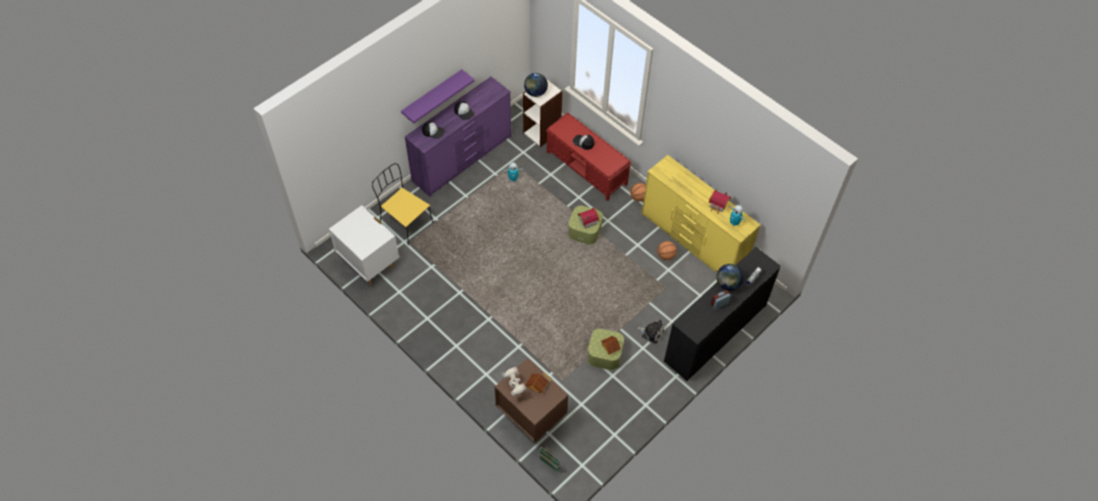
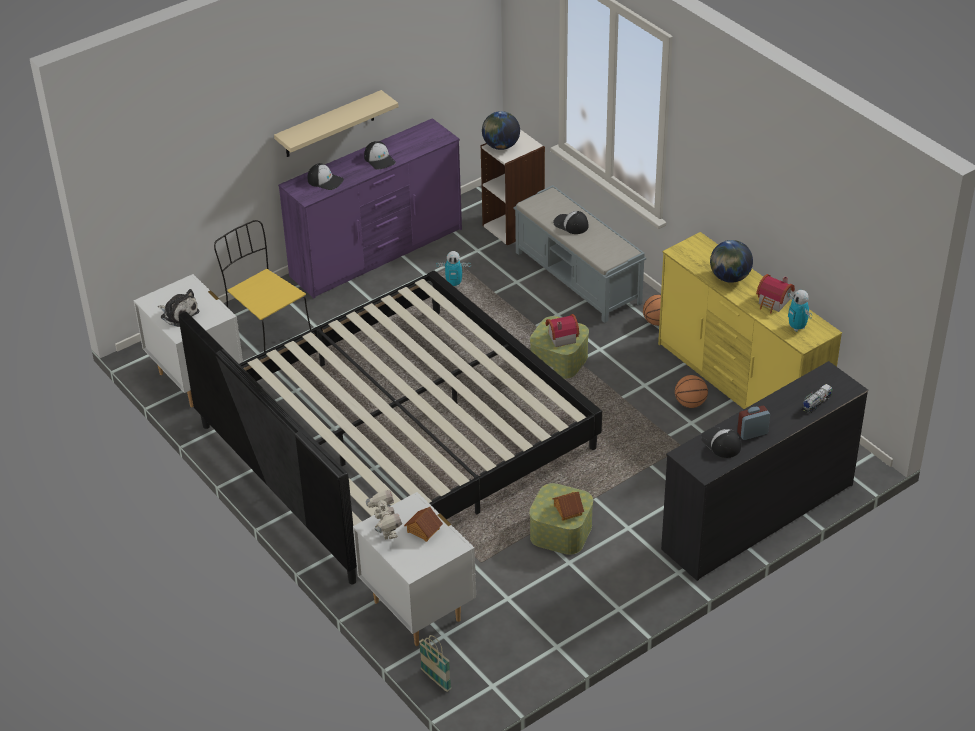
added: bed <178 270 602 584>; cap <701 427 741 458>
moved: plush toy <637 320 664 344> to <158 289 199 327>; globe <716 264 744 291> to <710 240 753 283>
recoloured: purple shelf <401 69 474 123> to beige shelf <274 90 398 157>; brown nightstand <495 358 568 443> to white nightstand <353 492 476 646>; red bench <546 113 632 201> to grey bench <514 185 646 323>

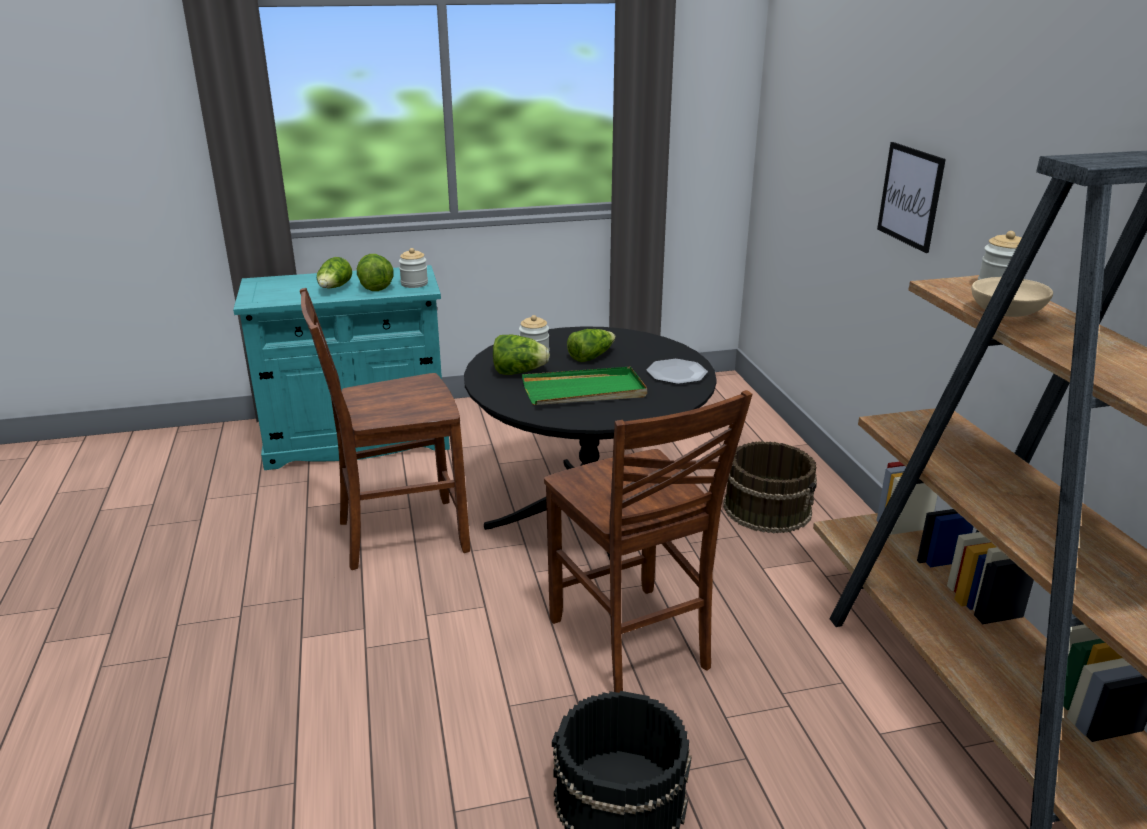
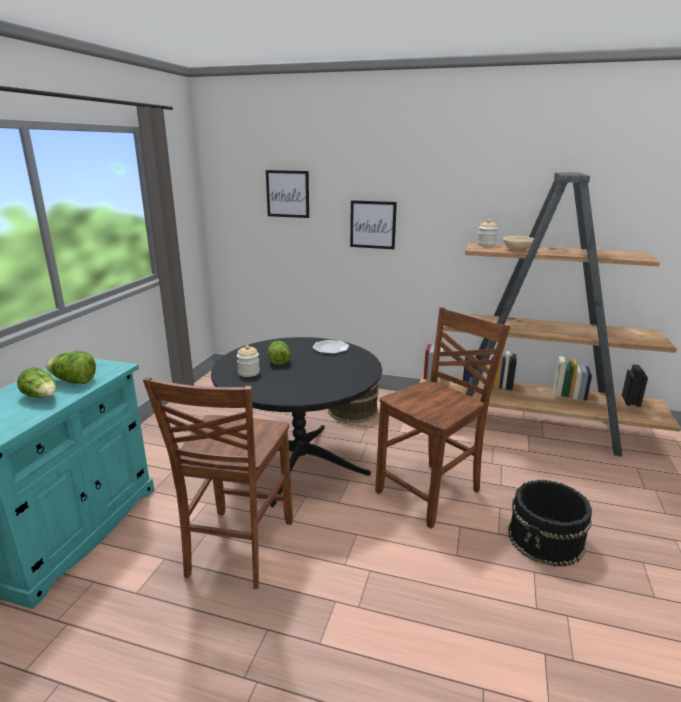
removed: jar <399 248 428 288>; lettuce <493 335 550 375>; green tray <522 367 647 405>
added: picture <266 170 309 218>
turned: brown chair <544 390 752 693> = <375 307 510 529> 45 degrees counterclockwise

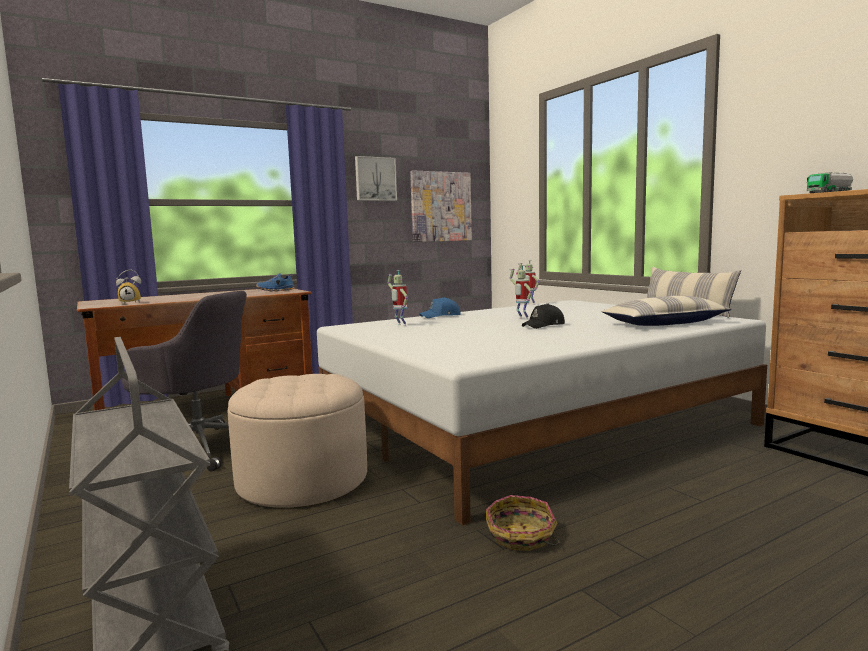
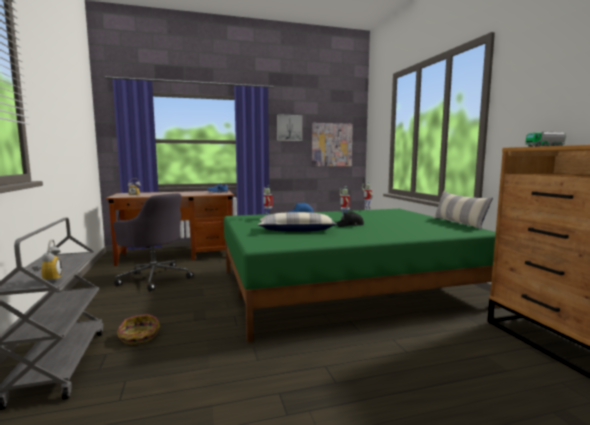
removed: beige ottoman <228 374 367 508>
added: alarm clock <32 240 63 282>
moved: basket <486 495 559 551> to <117 314 160 345>; pillow <601 296 731 326> to <258 212 337 232>
recoloured: white bed <317 300 767 525> to green bed <224 209 499 343>

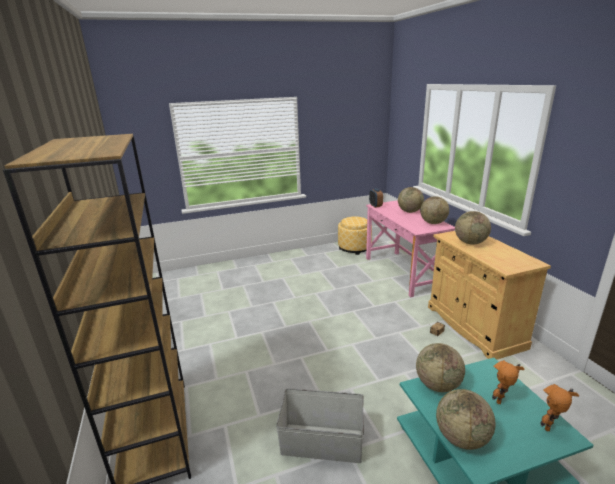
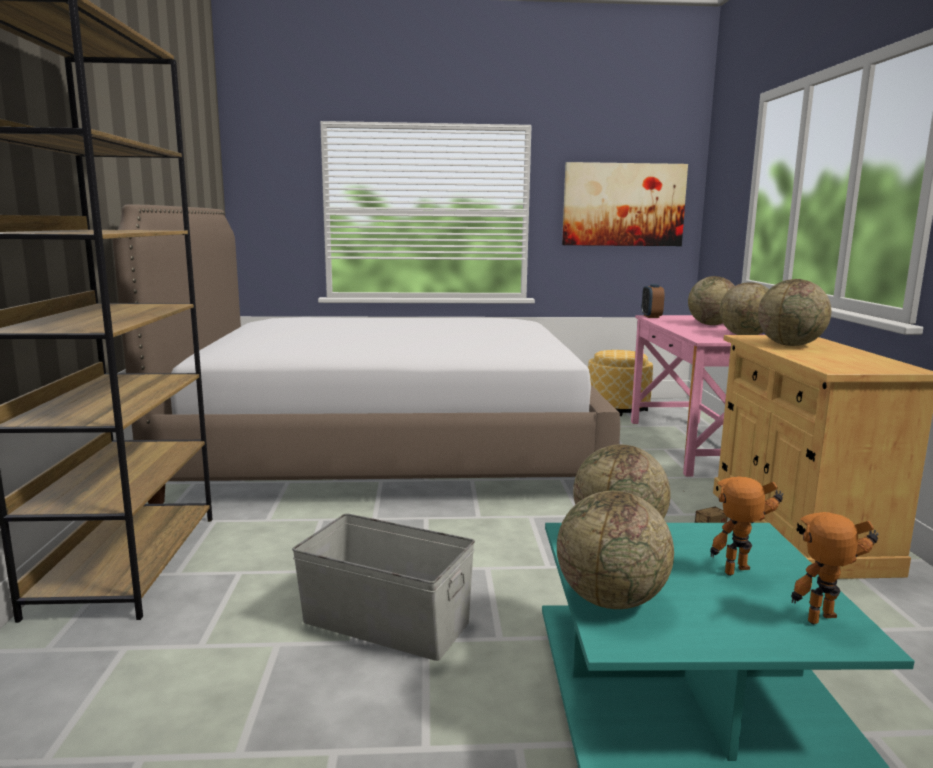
added: bed <112 204 620 504>; picture <562 162 688 246>

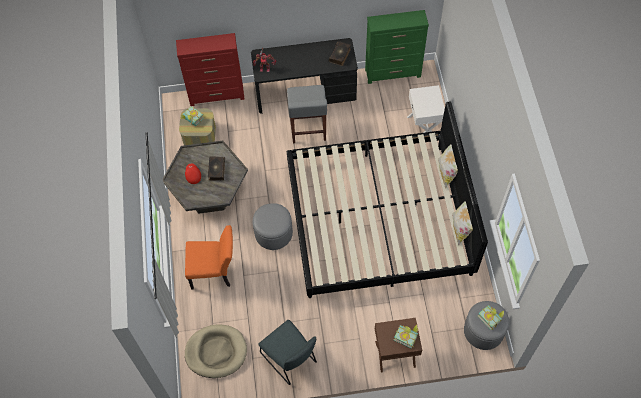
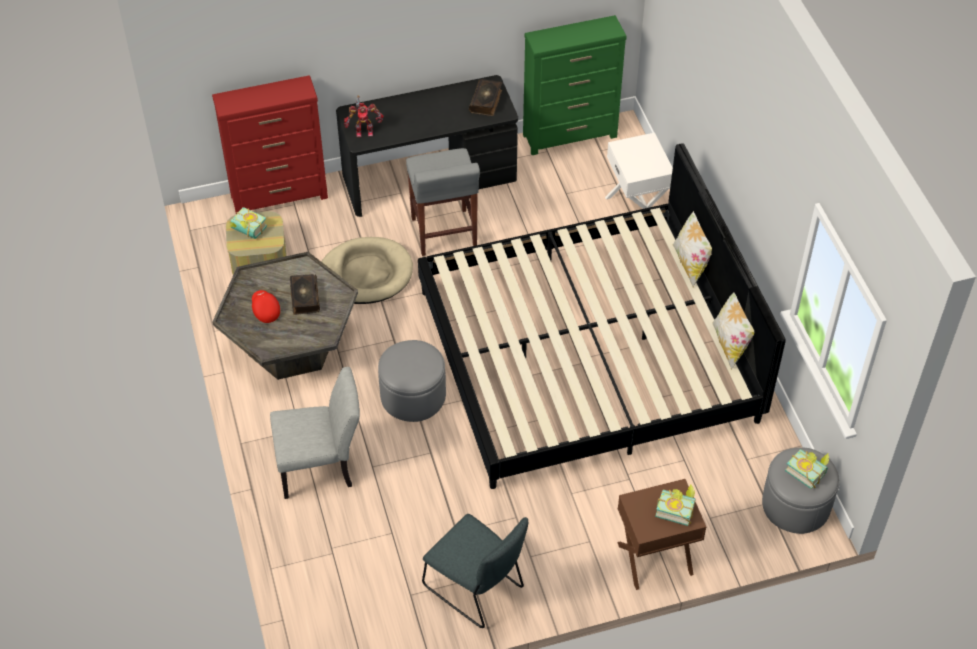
moved: beige dog bed <185 324 247 378> to <322 237 413 304>
recoloured: orange chair <185 225 233 290> to grey chair <270 367 360 499>

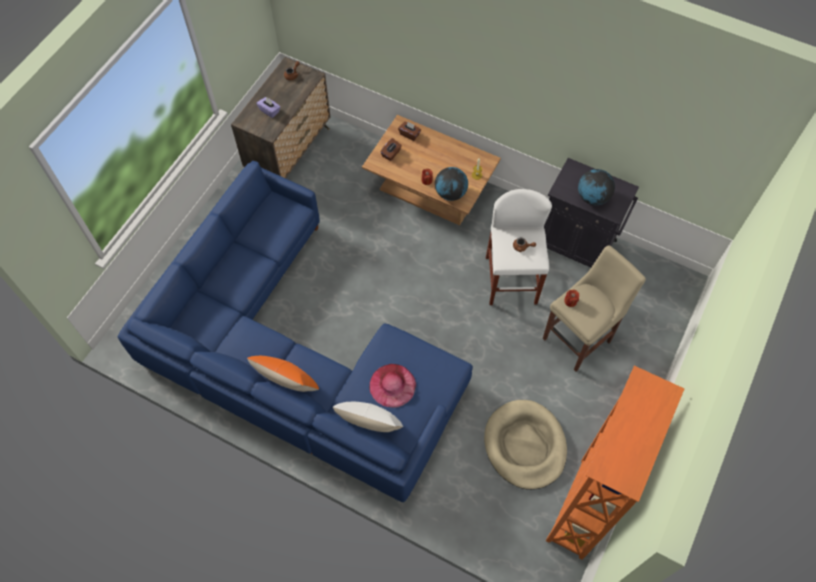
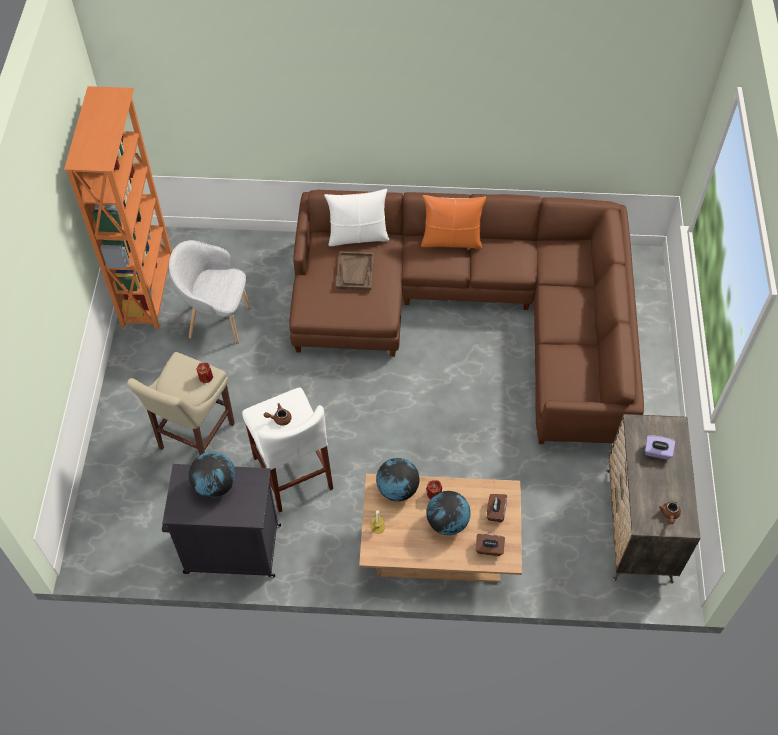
added: globe <426 491 471 535>
replaced: pink hat <369 364 416 408> to brown tray <336 251 374 291>; beige dog bed <484 400 567 490> to grey armchair <169 240 250 344>
recoloured: blue sofa <118 161 473 502> to brown sofa <289 190 644 444>

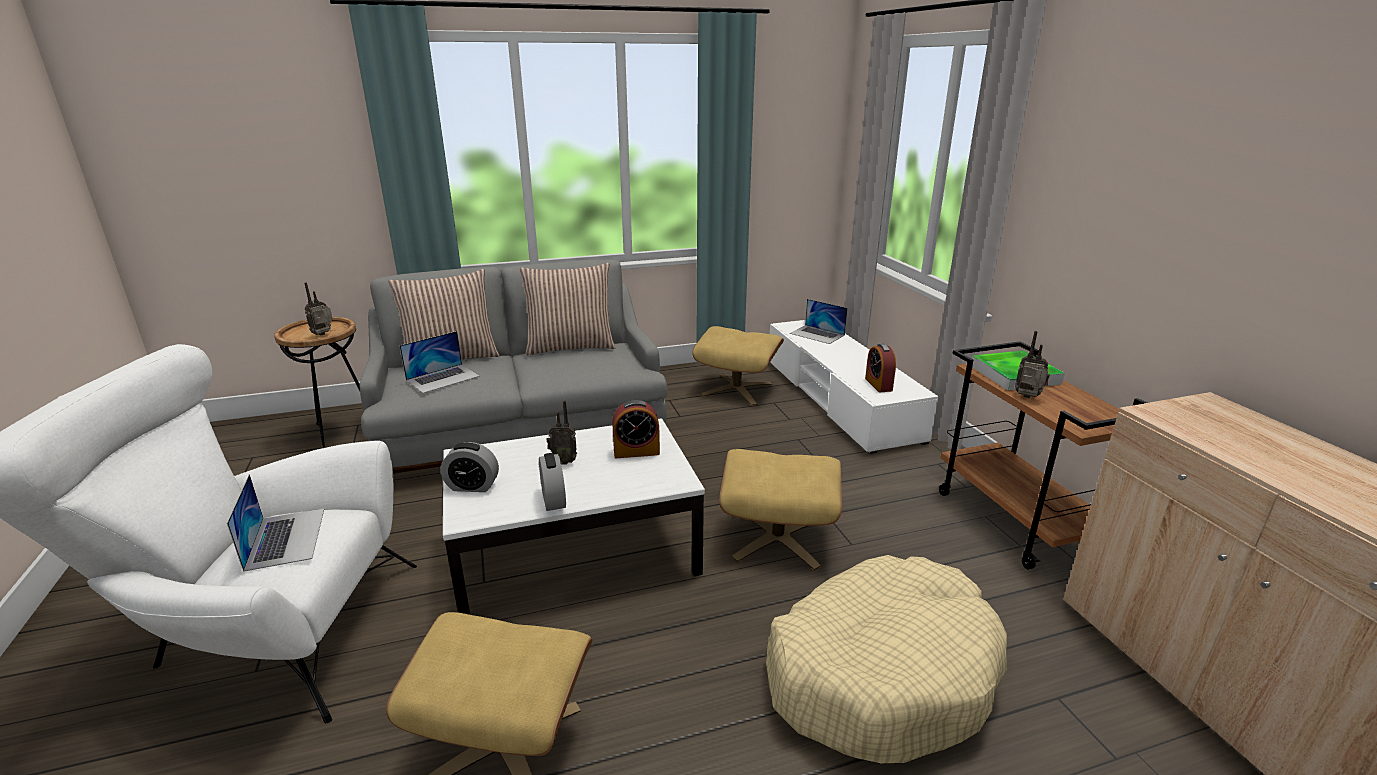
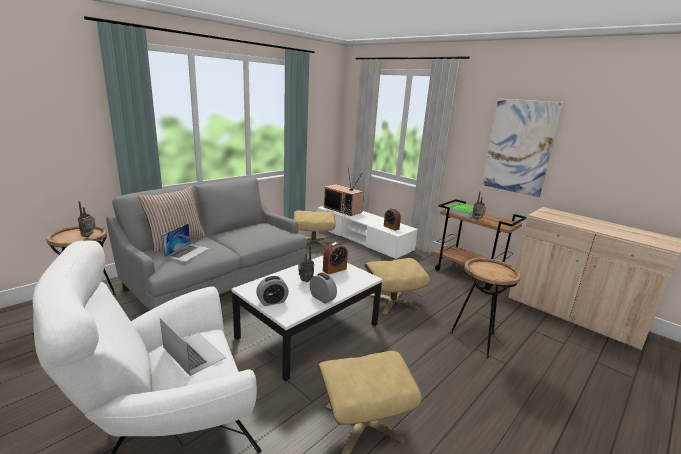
removed: pillow <520 263 615 355>
added: picture <482 98 563 197>
replaced: beige dog bed <766 555 1007 763> to brown side table <450 258 521 358>; laptop <789 299 848 344> to television <324 169 364 216>

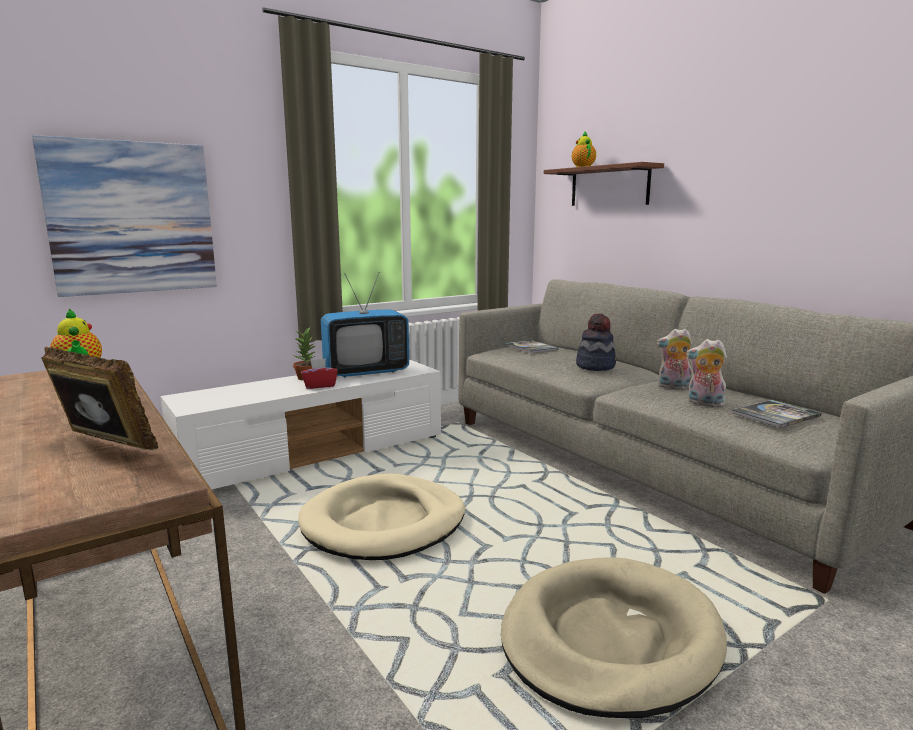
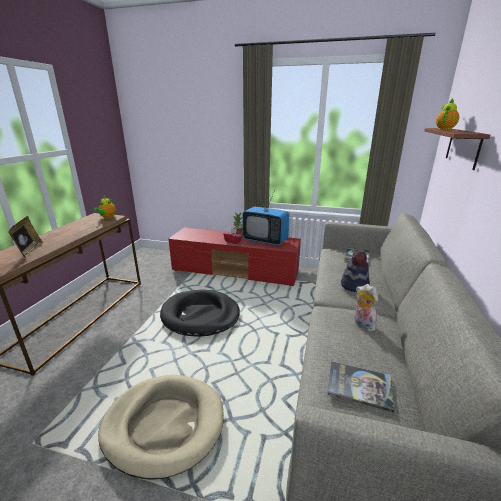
removed: picture <32 135 217 297>; plush toy <686 339 727 407>
recoloured: white tv stand <160 359 441 490> to red tv stand <169 227 301 286>; beige dog bed <298 474 465 560> to black dog bed <160 290 240 337>

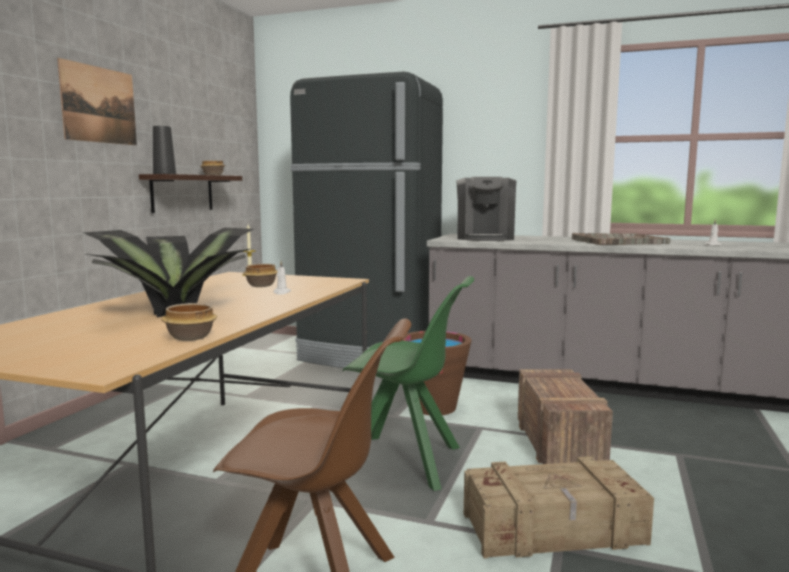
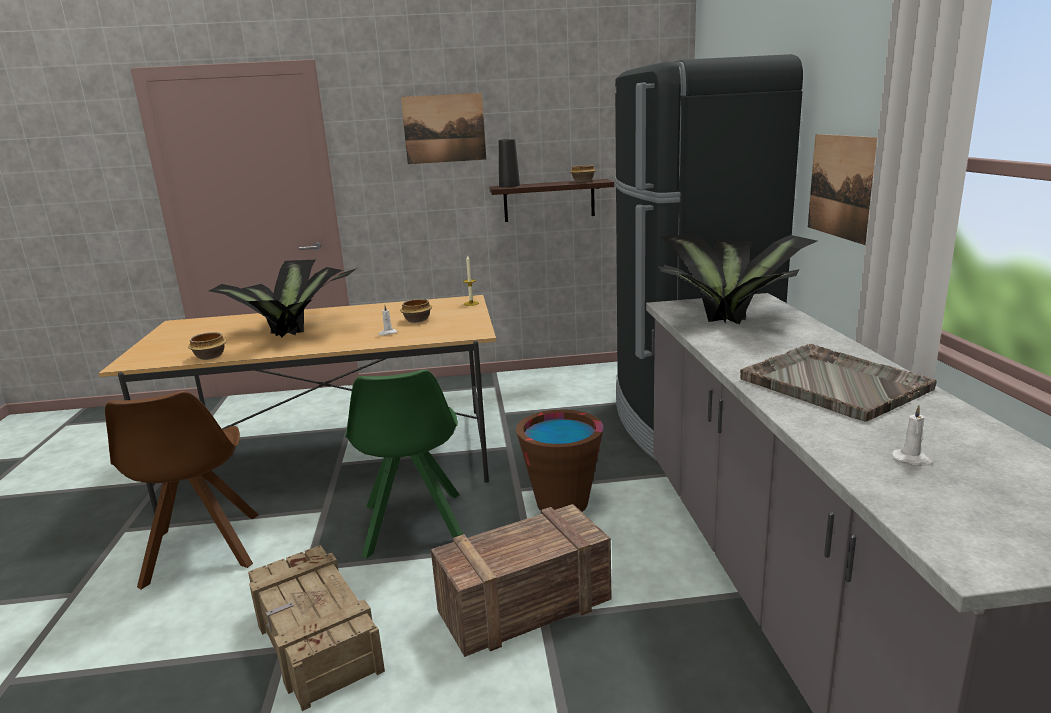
added: picture <808 134 877 245>
replaced: coffee machine <456 177 516 241> to potted plant <655 233 817 324>

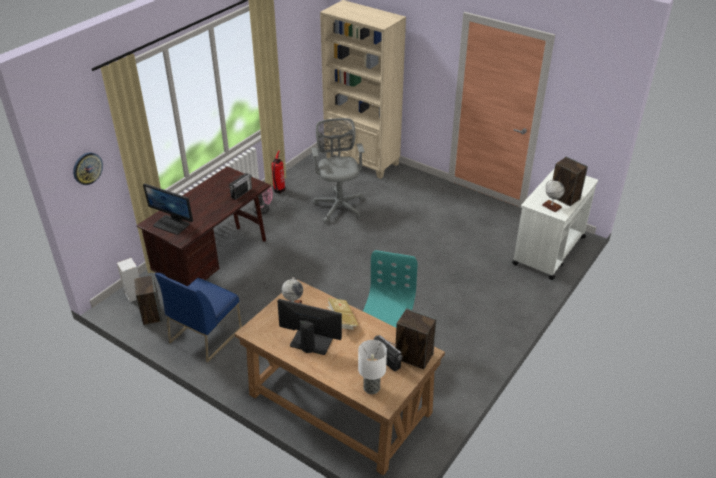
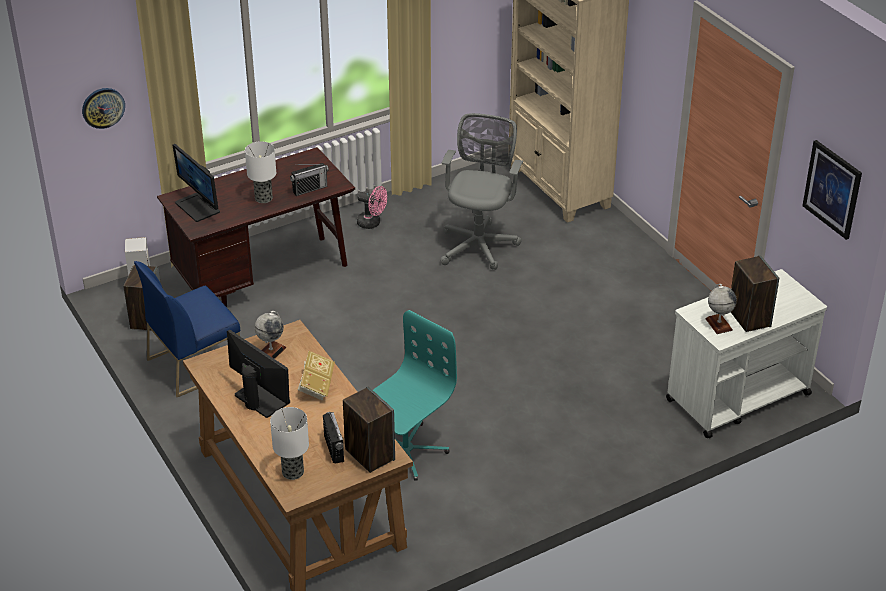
removed: fire extinguisher <272 151 285 193>
added: table lamp <245 141 276 203>; picture <802 140 862 240>

